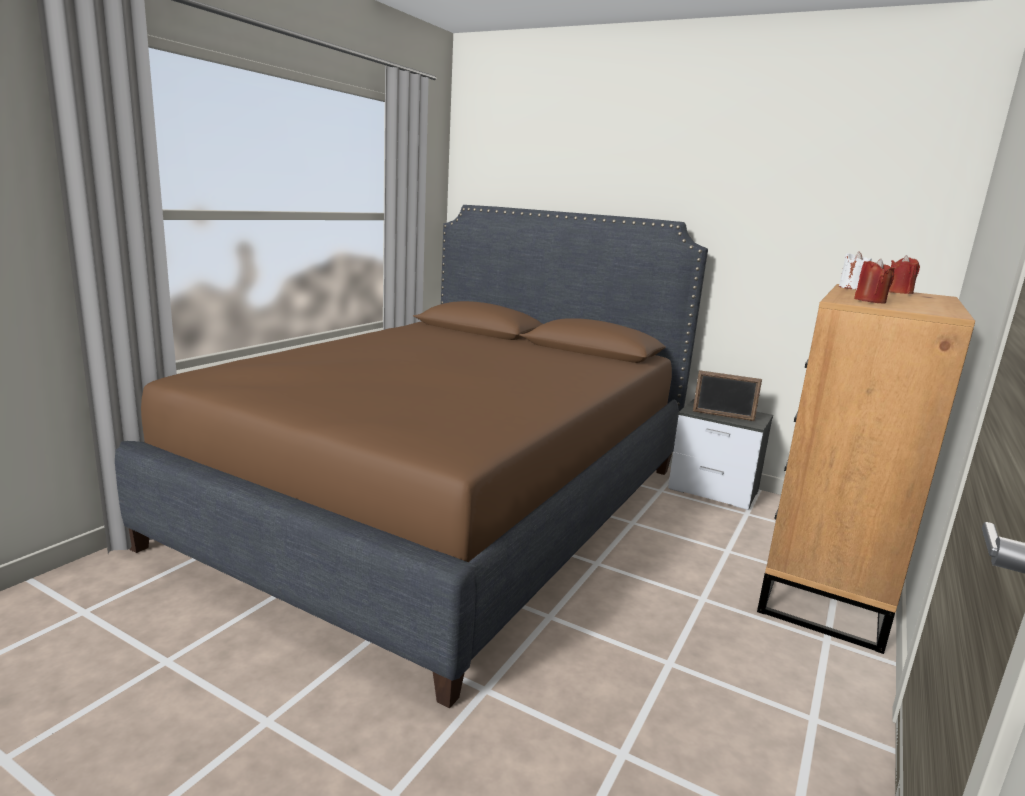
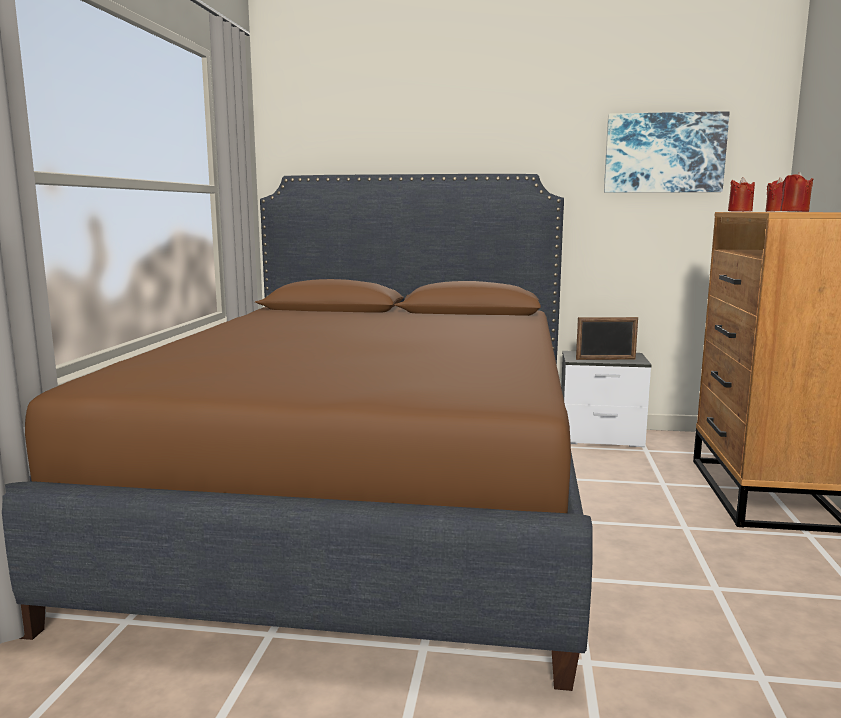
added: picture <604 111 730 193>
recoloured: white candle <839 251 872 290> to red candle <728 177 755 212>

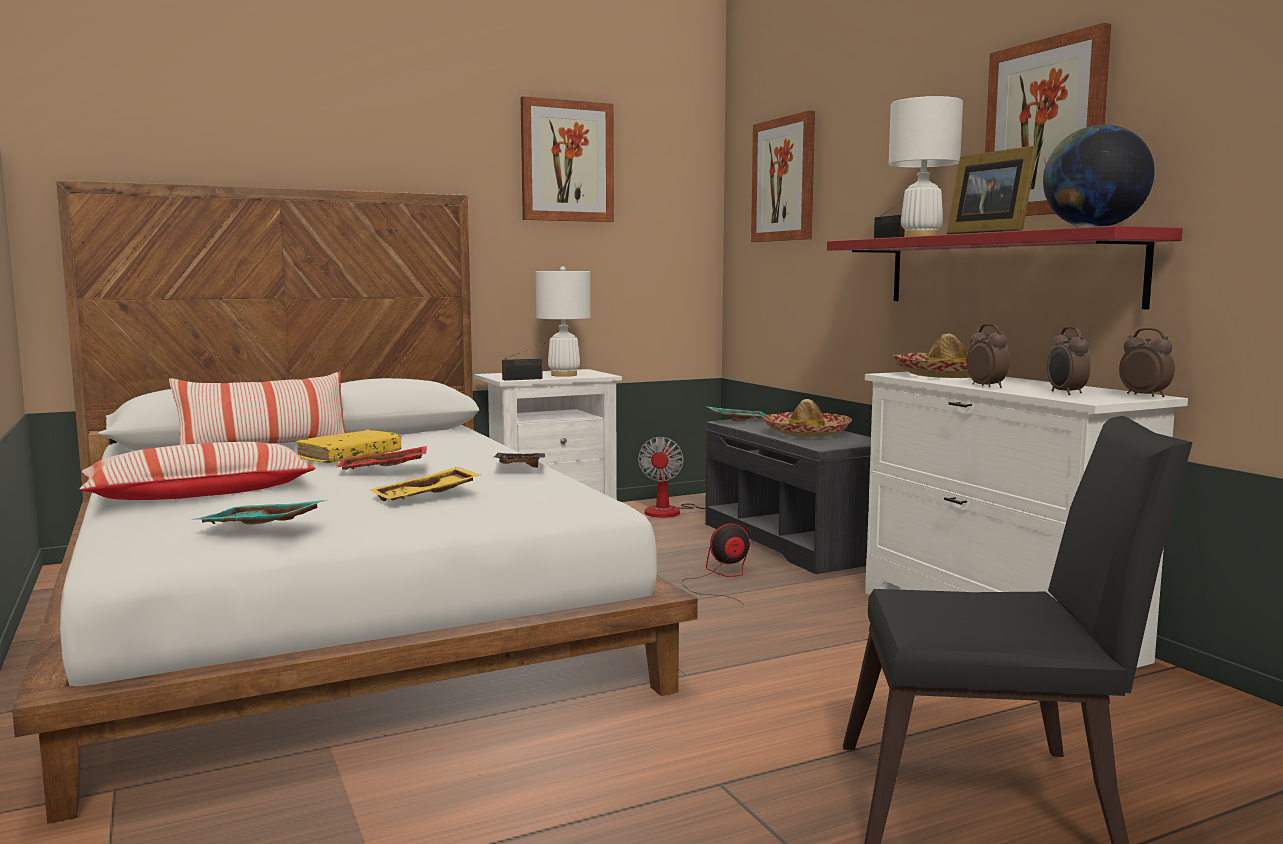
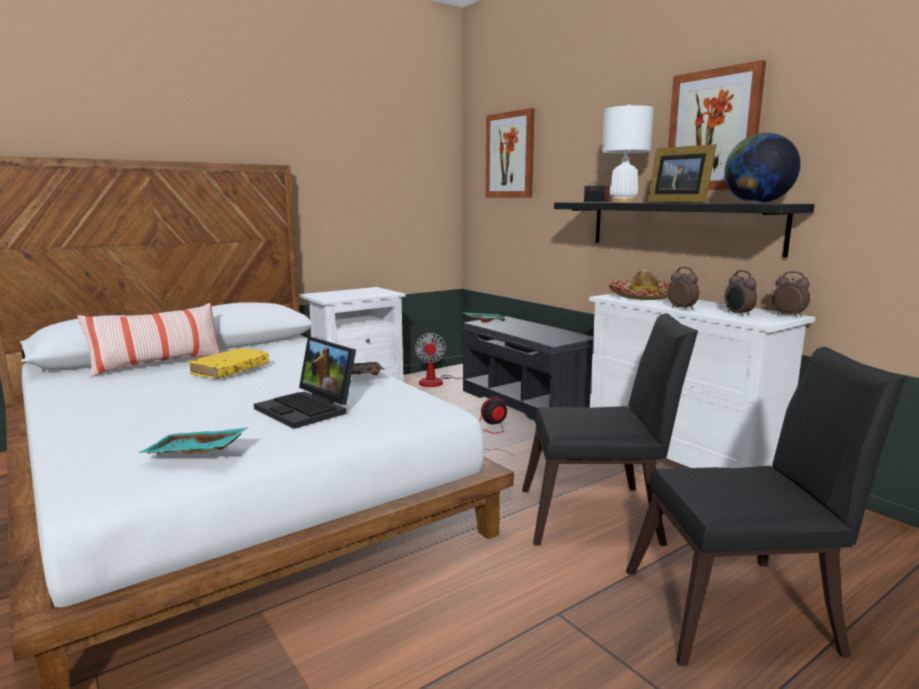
removed: pillow <80 442 315 500>; red tray <337 446 427 470>; radio <502 343 545 381>; picture <520 96 614 222>; white table lamp <535 266 591 377>; hat <762 399 852 437>
added: black chair <522 313 698 546>
replaced: yellow tray <370 467 480 501> to laptop <254 337 356 429>
recoloured: red shelf <827 226 1183 309> to black shelf <554 202 815 257>

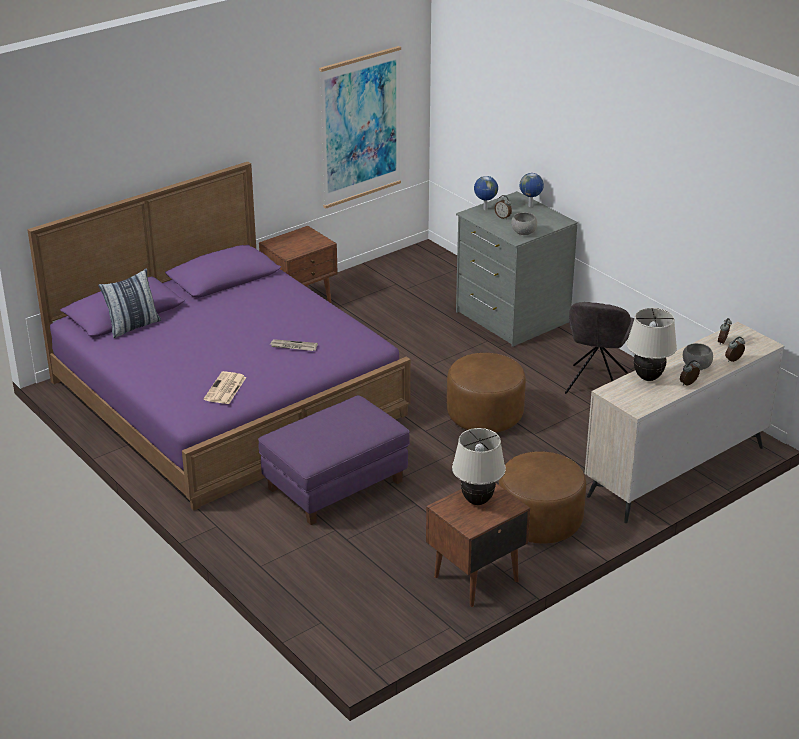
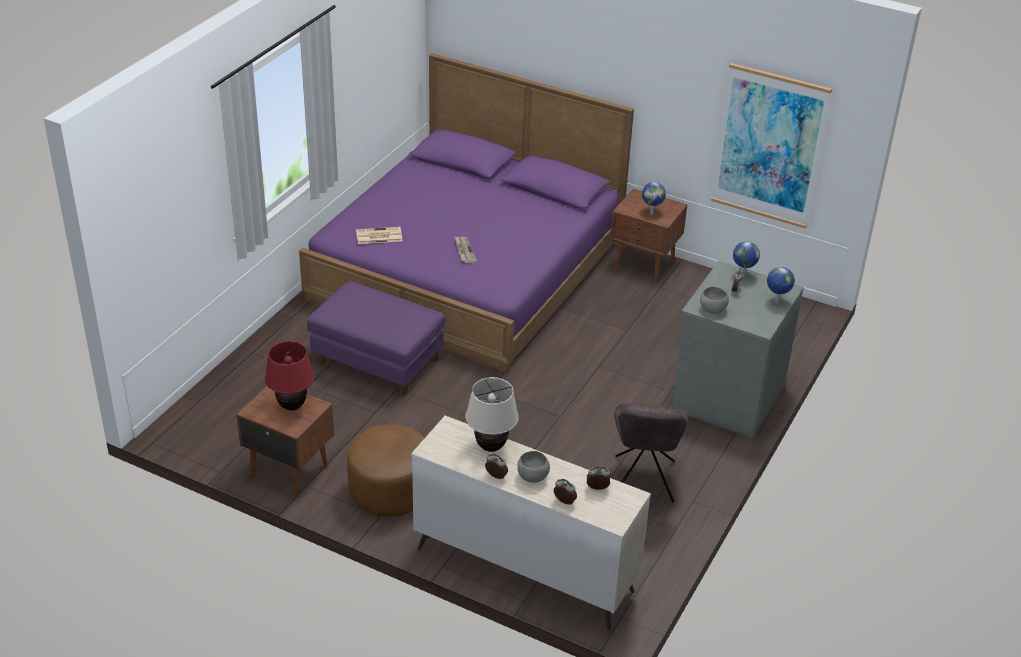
removed: pillow <98 268 161 338>; brown ottoman <447 353 526 433>
added: globe <642 182 666 214>
recoloured: beige table lamp <452 428 506 505> to red table lamp <265 341 315 411>
turned: grey chair <565 302 634 394> = <614 403 688 503> 75 degrees counterclockwise

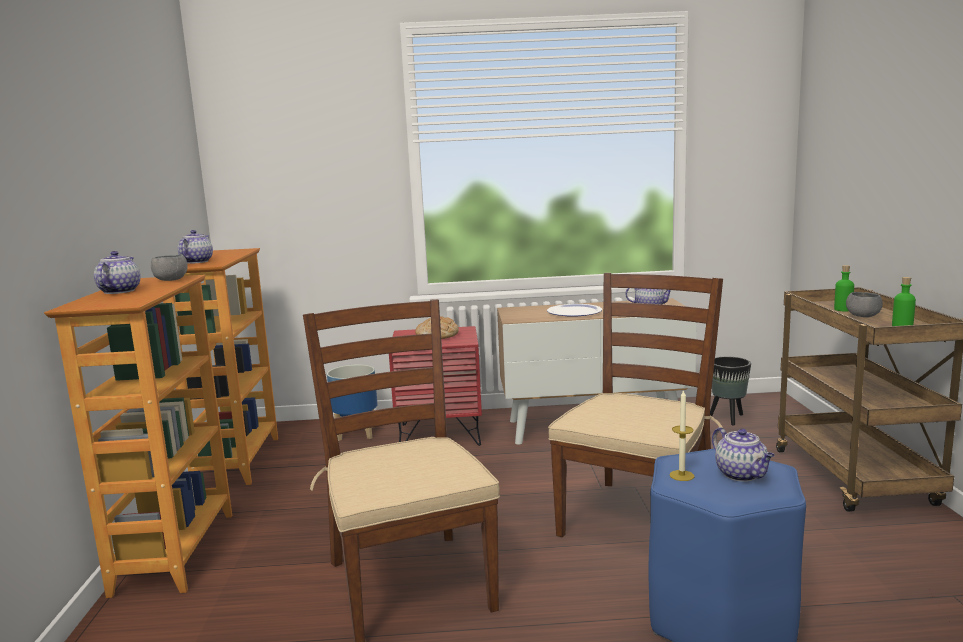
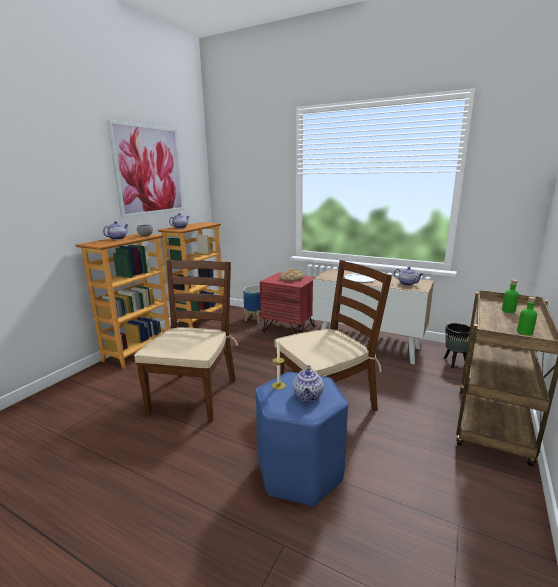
removed: grey bowl <846 292 883 317>
added: picture <107 120 184 218>

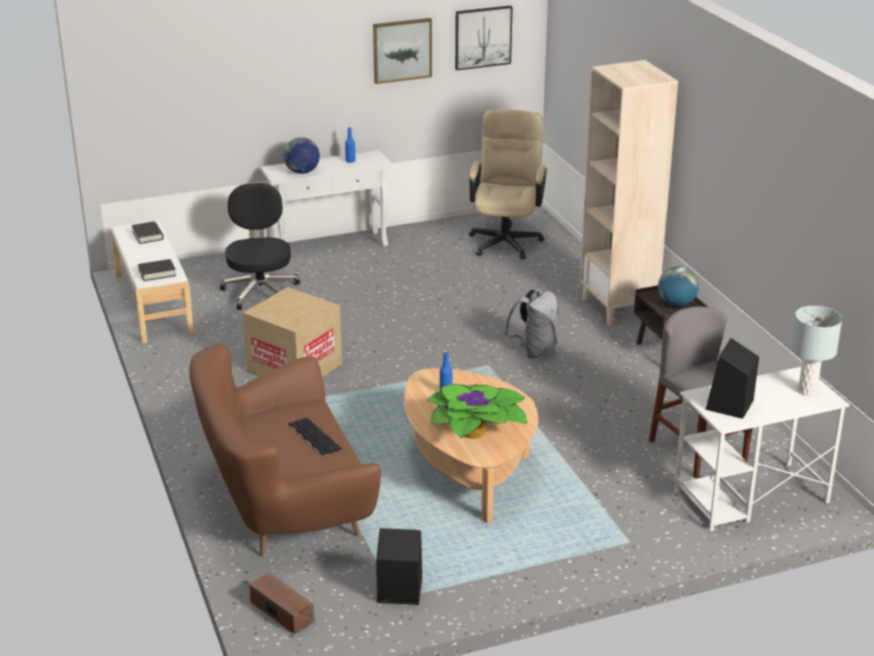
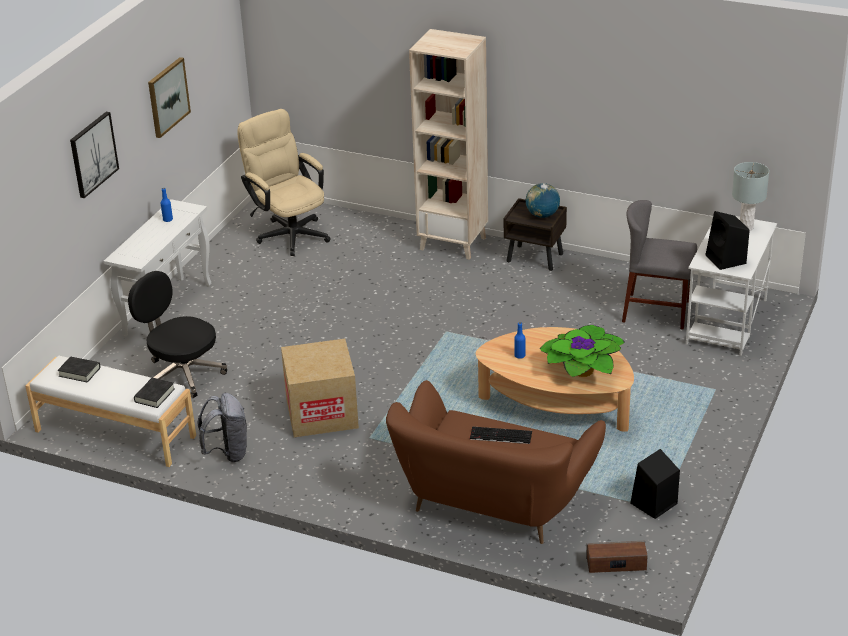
removed: globe <284 137 320 174>
moved: picture <455 6 513 70> to <70 112 119 198>; grey backpack <504 289 559 358> to <197 393 248 463>

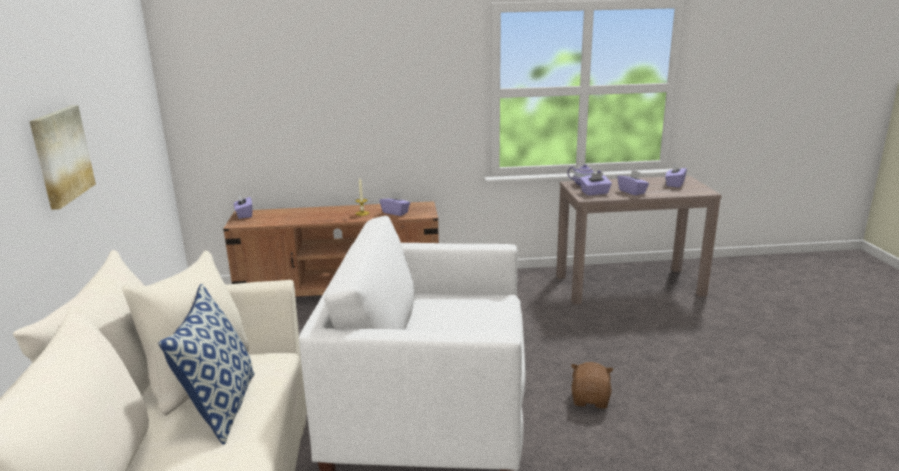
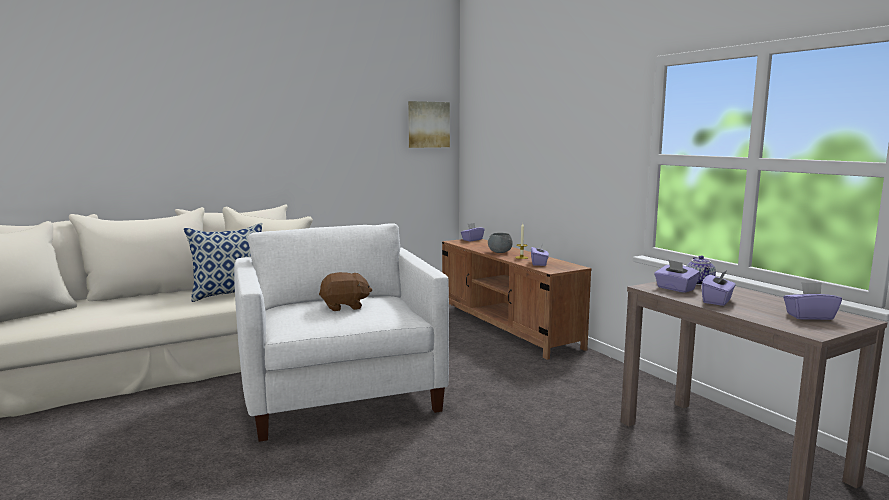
added: grey bowl <488 233 513 253>
moved: picture <29 105 96 210> to <408 101 450 148>; brown plush toy <571 362 613 409> to <319 272 372 311>

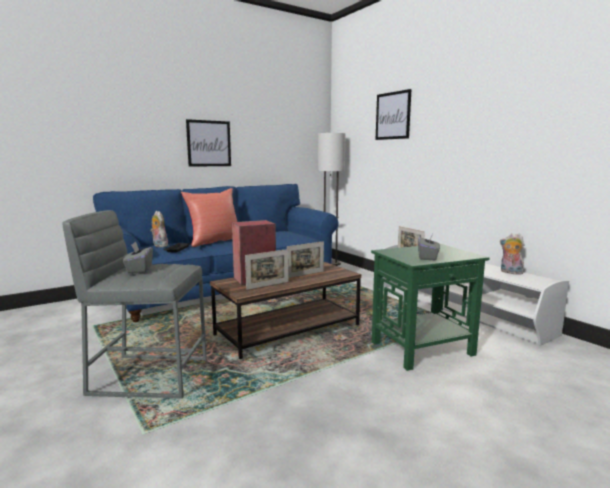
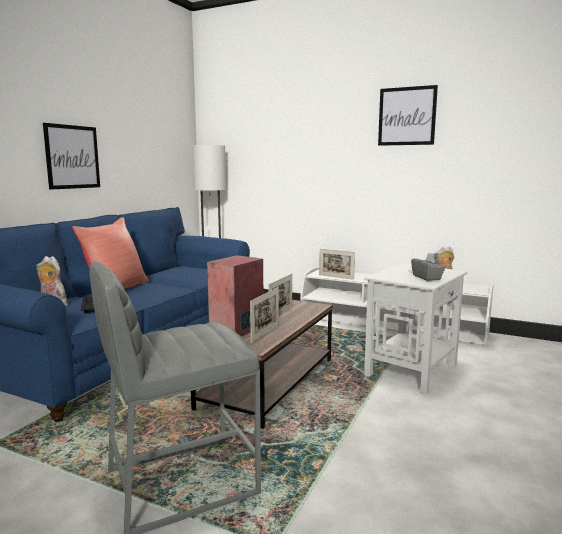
removed: grey tissue box <123 242 153 273>
moved: picture <376 89 411 140> to <378 85 438 146>
recoloured: green side table <371 244 490 371> to white side table <364 263 467 394>

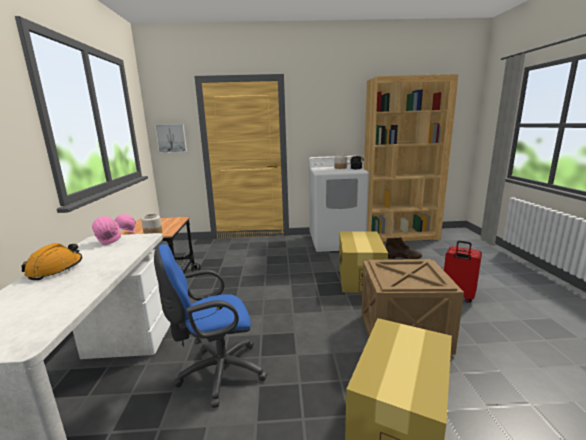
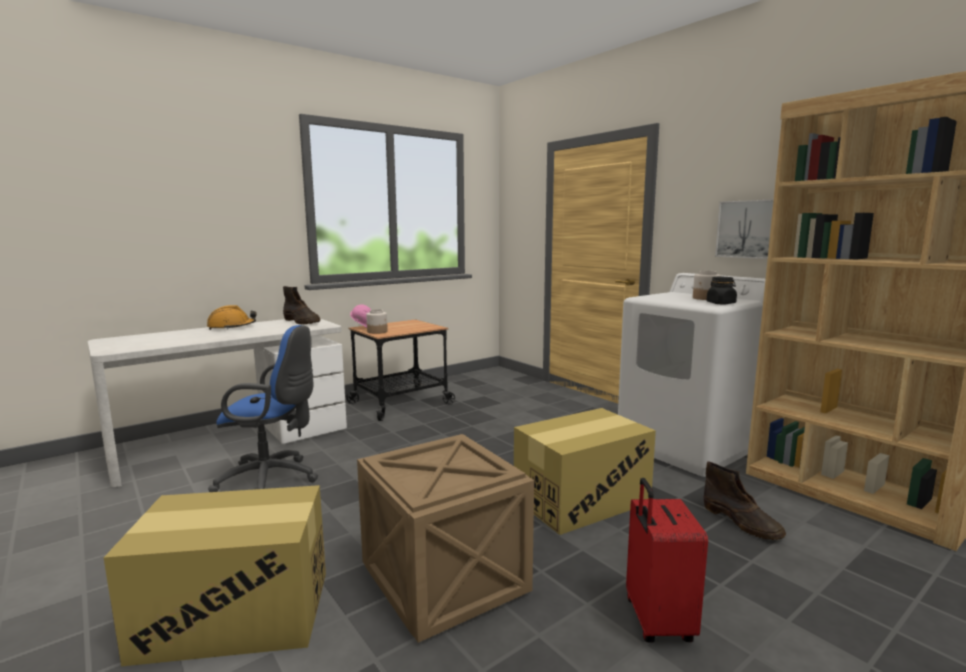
moved: picture <155 124 187 153> to <715 199 774 259>
replaced: pink hard hat <92 216 121 245> to brown boot <283 286 321 324>
turned: blue office chair <154 244 267 408> = <208 325 318 492> 150 degrees clockwise

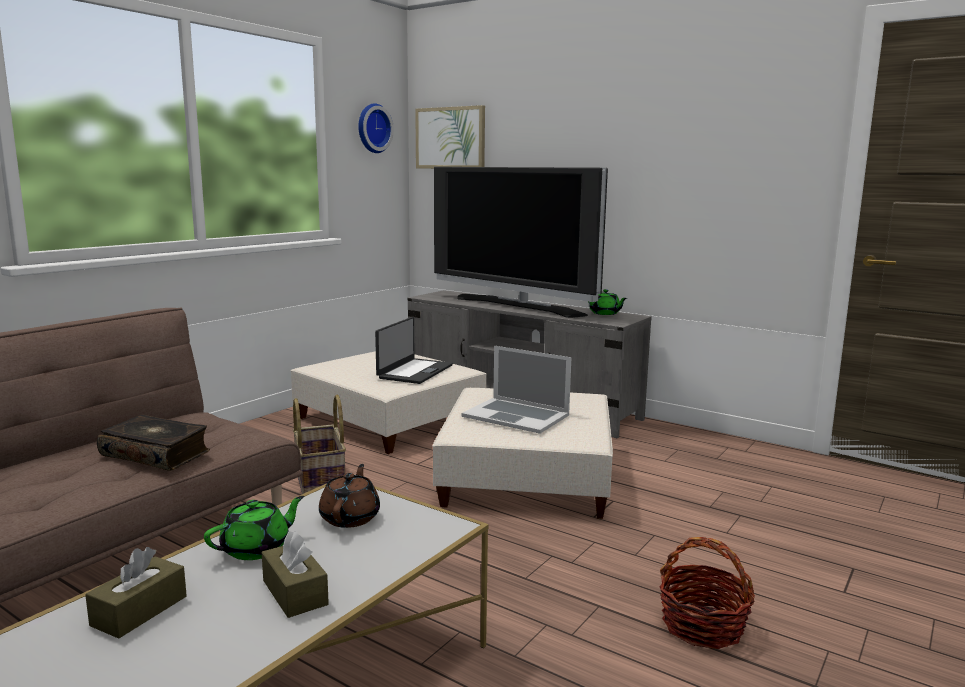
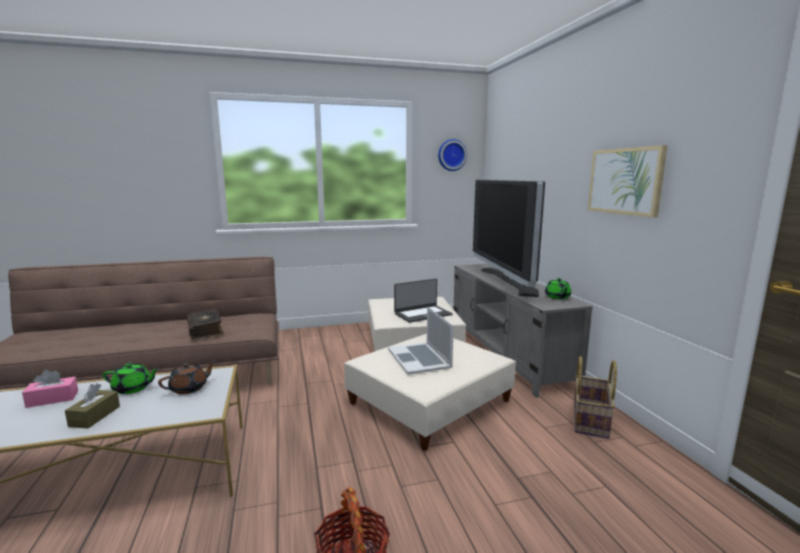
moved: basket <293 395 346 494> to <574 356 617 439>; picture <415 105 485 169> to <588 145 668 218>
recoloured: brown tissue box <85 547 187 638> to pink tissue box <22 370 78 408>

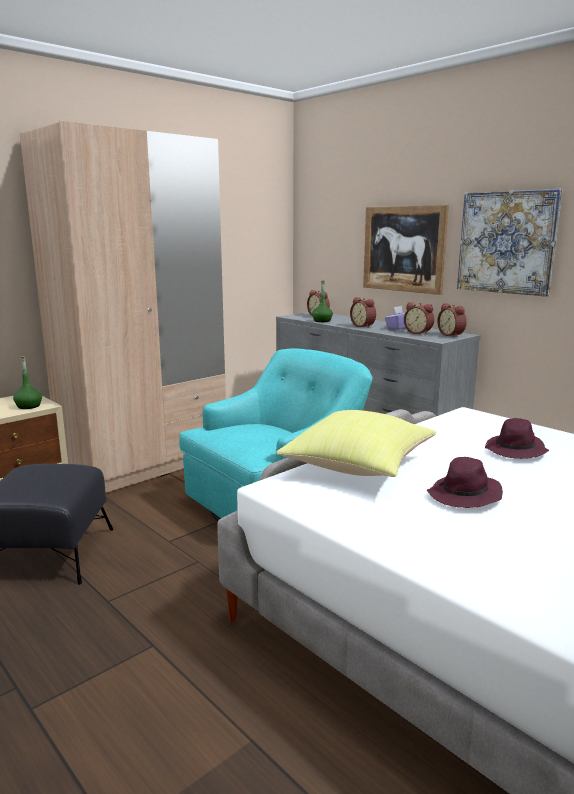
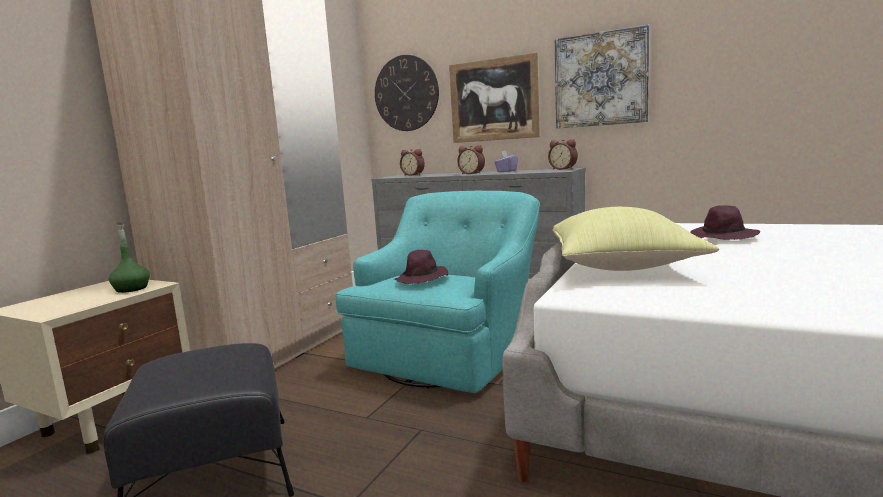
removed: green bottle <312 281 333 322>; alarm clock <404 302 434 335>
added: wall clock <375 55 439 131>
moved: purple hat <427 457 503 508> to <394 250 448 284>

